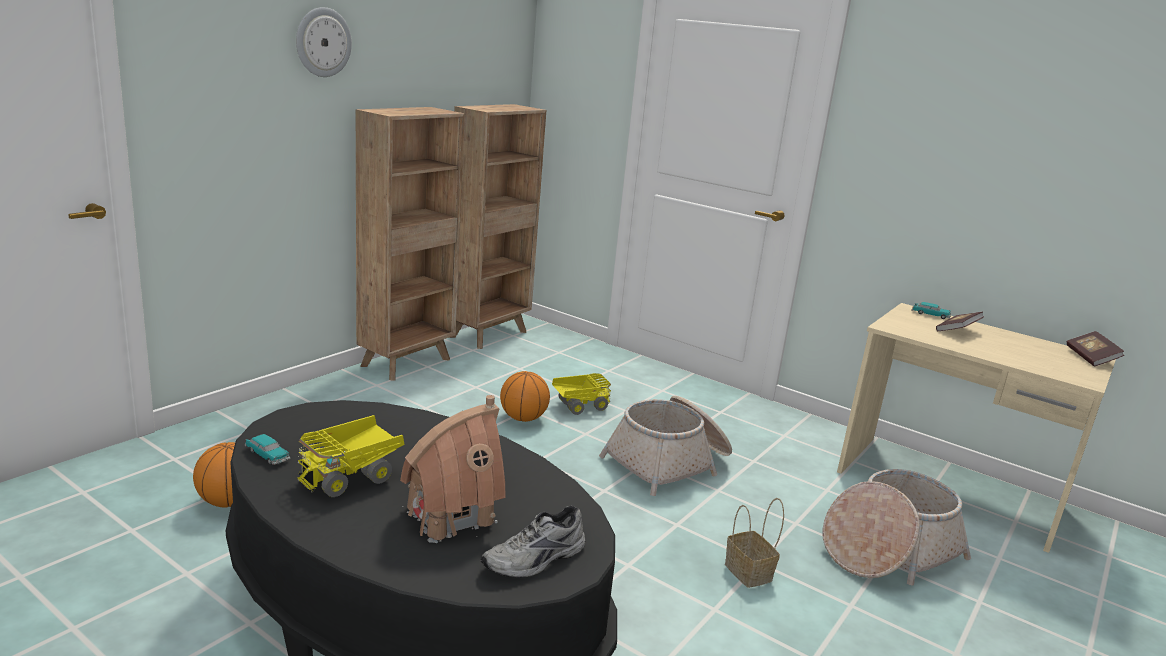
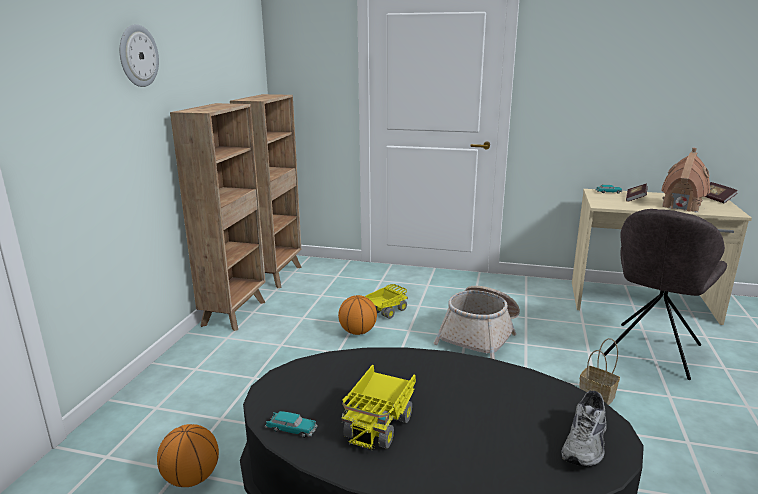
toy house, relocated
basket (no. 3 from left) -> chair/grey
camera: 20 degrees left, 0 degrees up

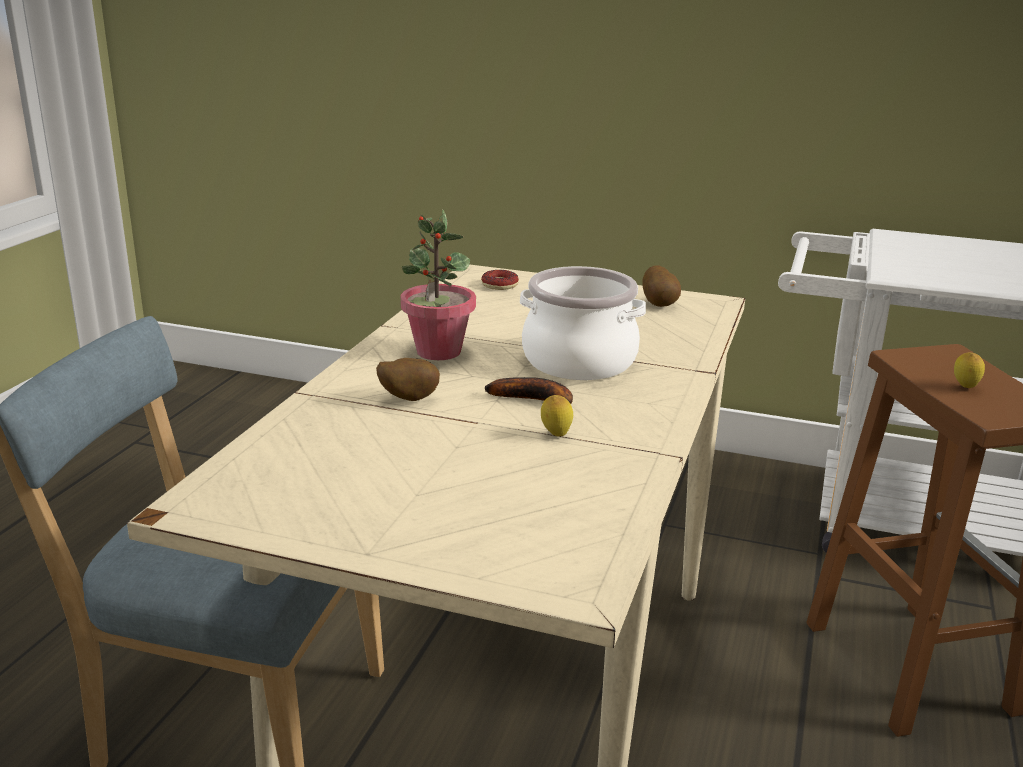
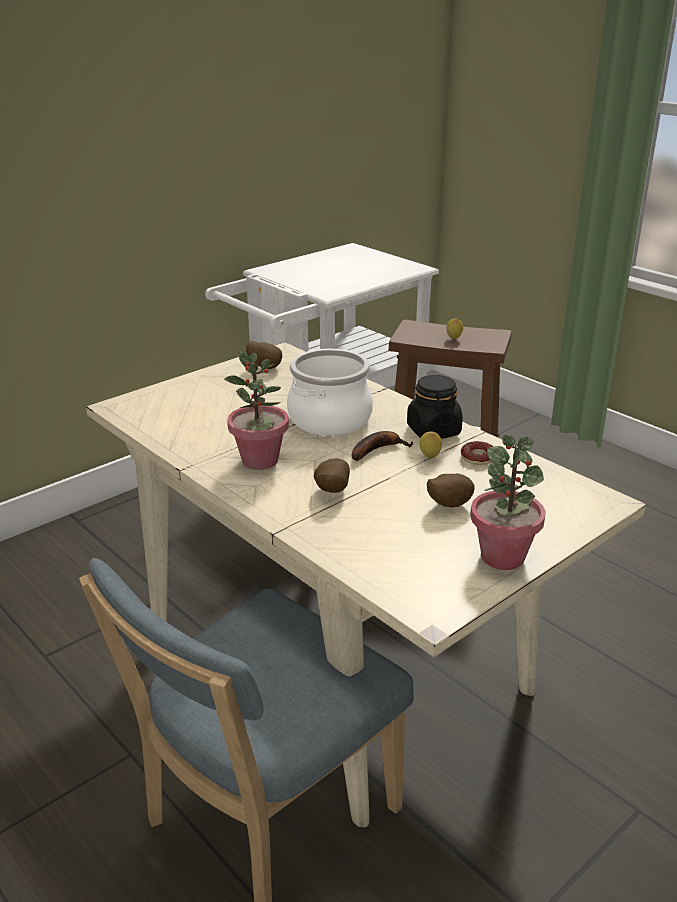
none -> jar/black
none -> potato (no. 3 from left)
none -> potted plant (no. 2 from left)
donut, relocated
camera: 60 degrees left, 5 degrees up

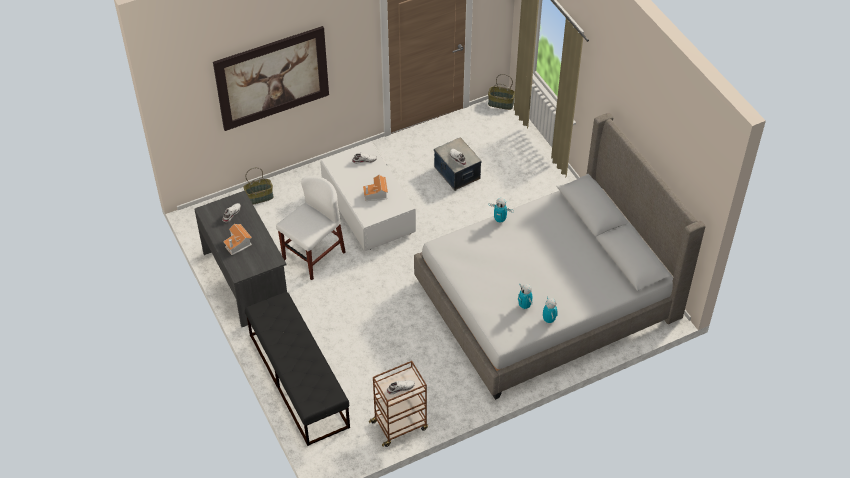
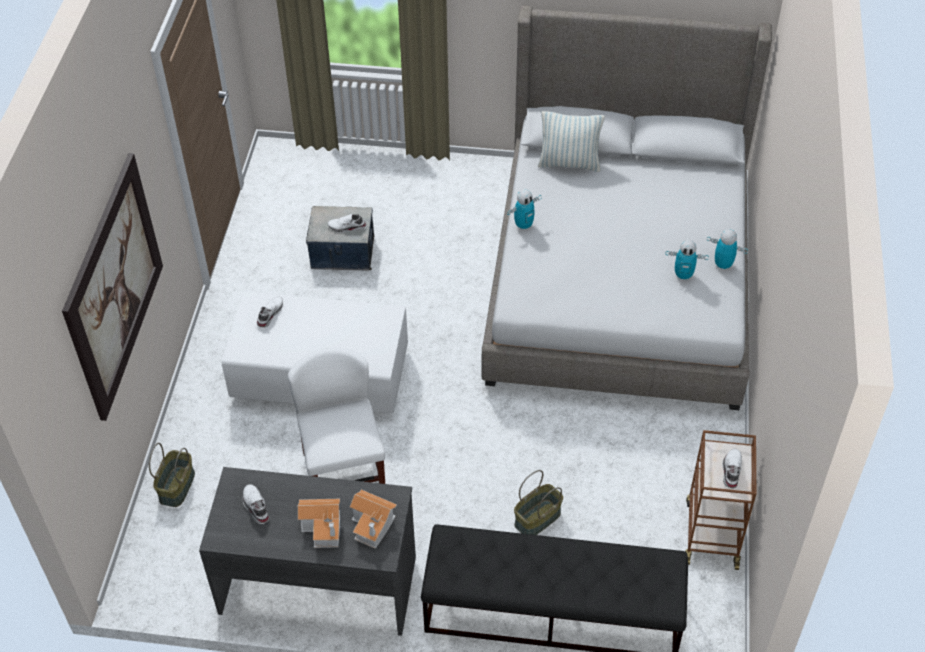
none -> pillow
toy house (no. 2 from left), relocated
basket (no. 2 from left), relocated
camera: 55 degrees left, 0 degrees up

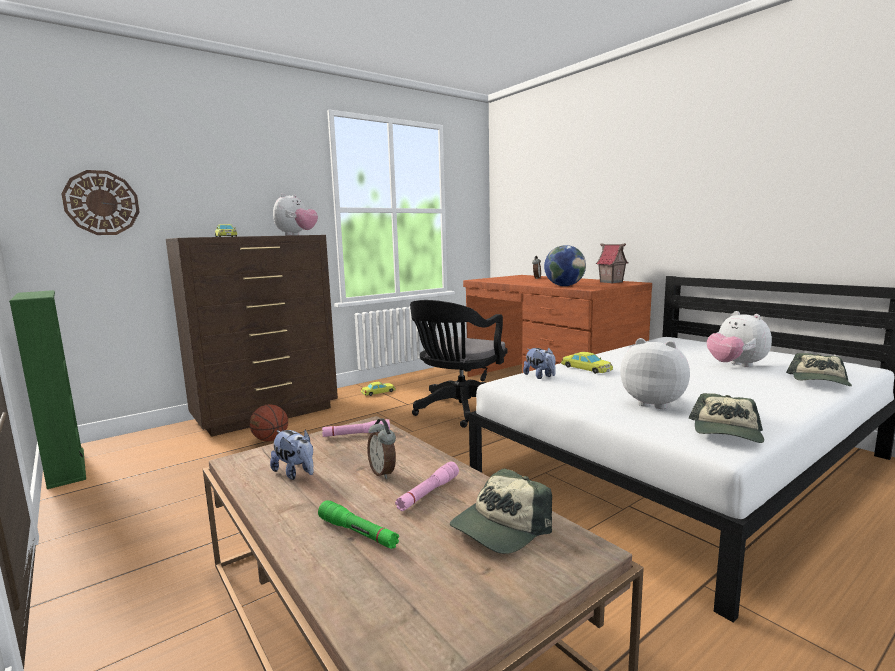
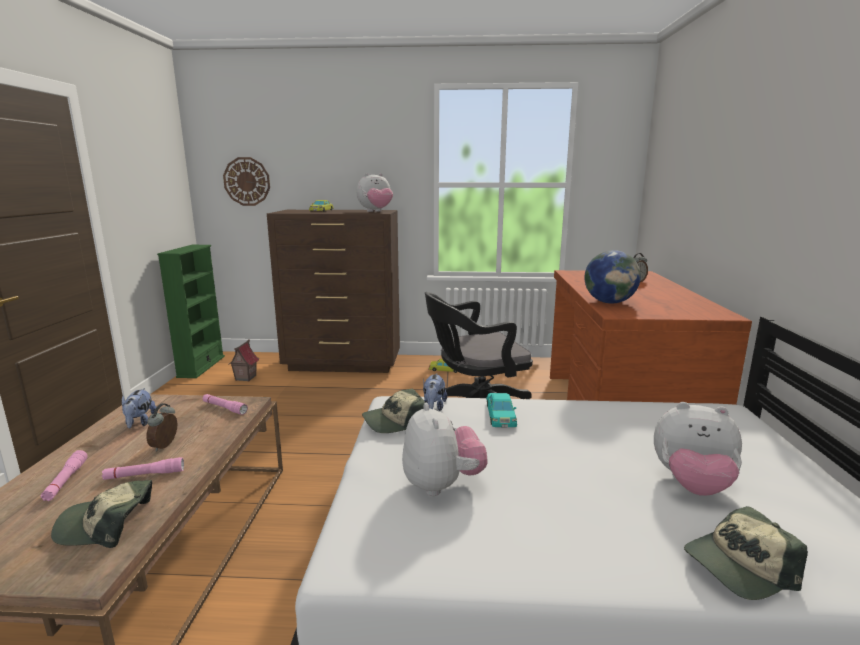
basketball -> none
toy house, relocated
cap (no. 2 from left), relocated
flashlight/green -> flashlight/pink (no. 1 from left)
toy car/yellow (no. 3 from left) -> toy car/turquoise
plush toy (no. 5 from left), 90 degrees counterclockwise
camera: 40 degrees right, 5 degrees up

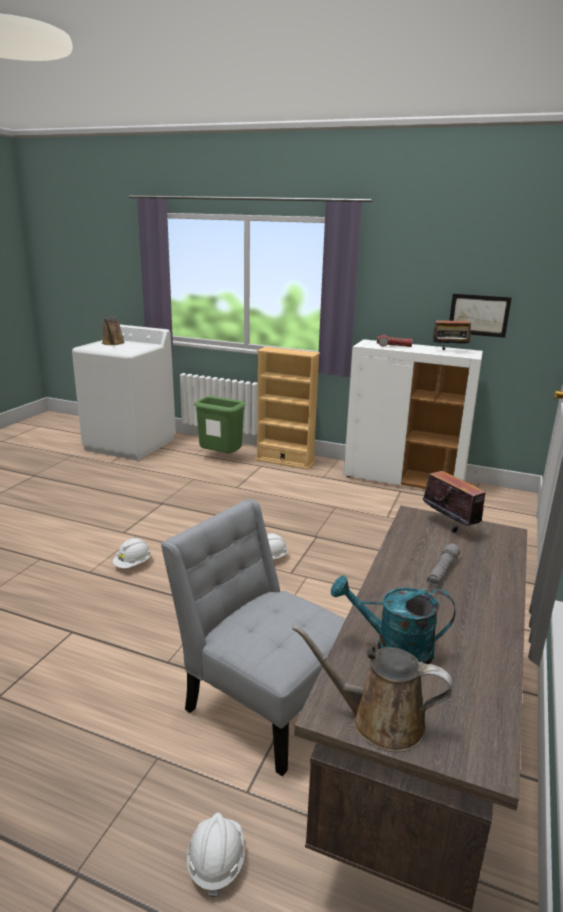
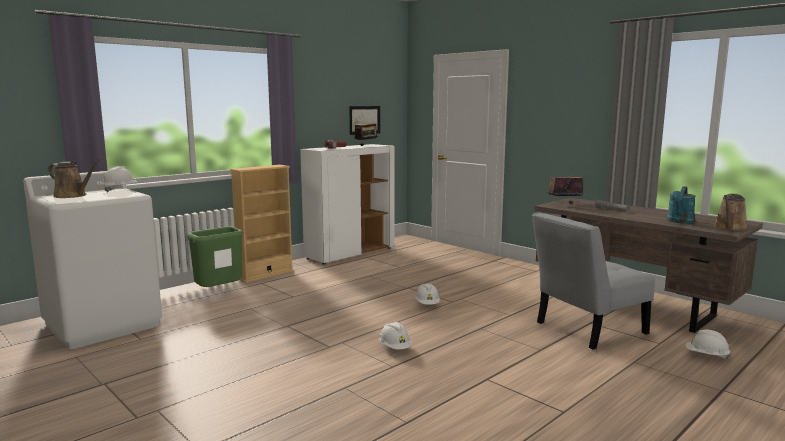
none -> hard hat/white (no. 1 from left)
camera: 65 degrees left, 10 degrees down

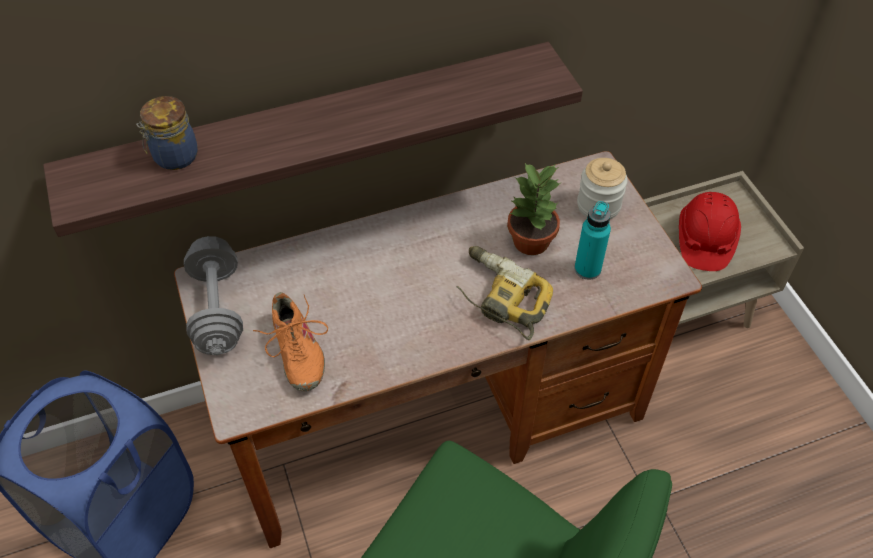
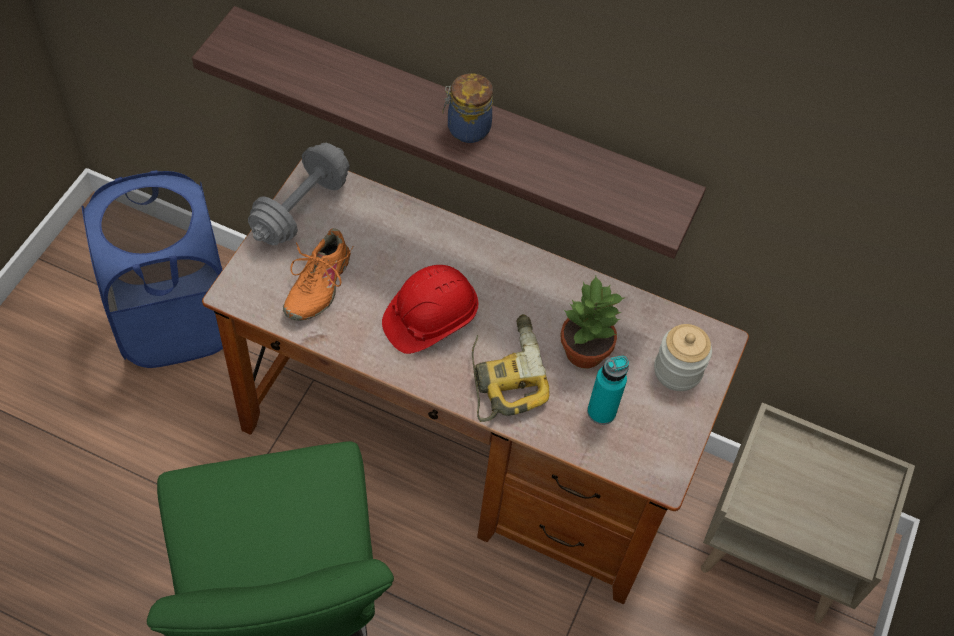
jar (no. 1 from left), relocated
hard hat/red, relocated
camera: 40 degrees right, 5 degrees up

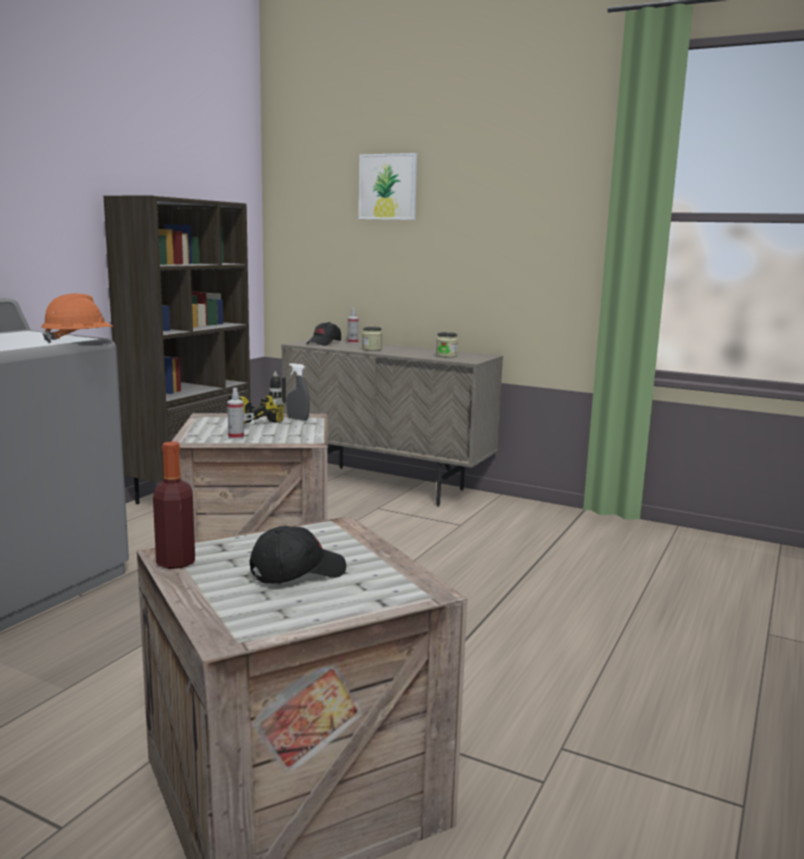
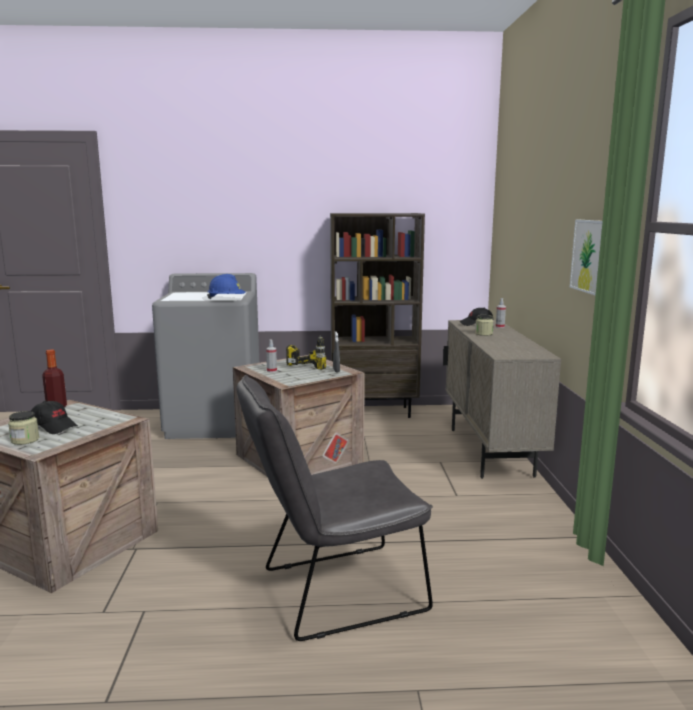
none -> chair/grey
picture, relocated
jar (no. 2 from left in the first image) -> jar (no. 1 from left), relocated
hard hat/orange -> hard hat/blue
camera: 60 degrees right, 0 degrees up

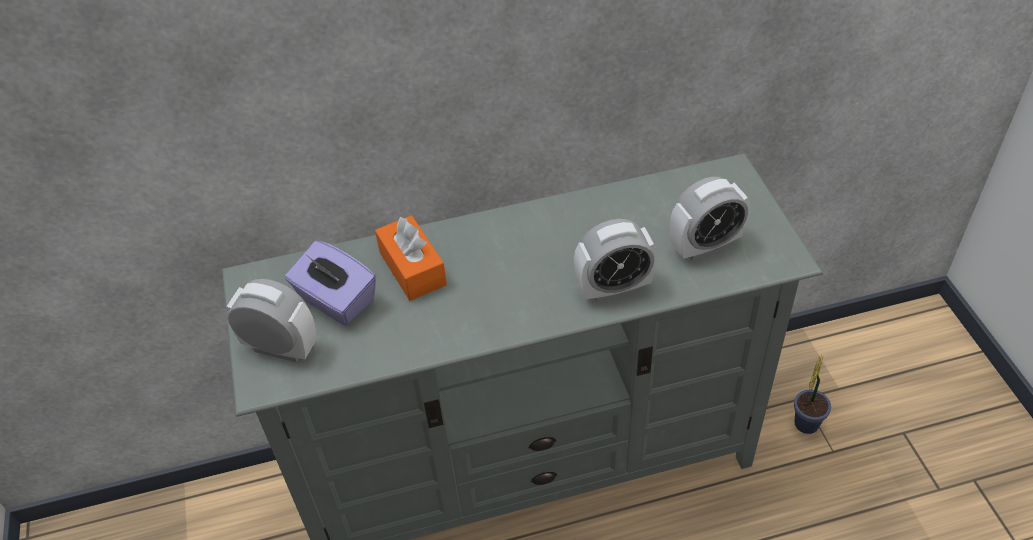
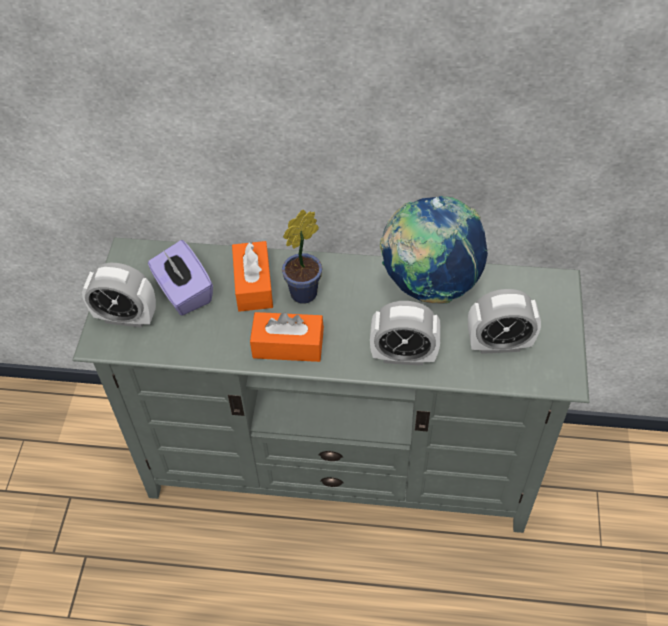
none -> tissue box/orange (no. 2 from left)
none -> globe
potted plant, relocated
alarm clock (no. 1 from left), 150 degrees clockwise
camera: 20 degrees right, 5 degrees up

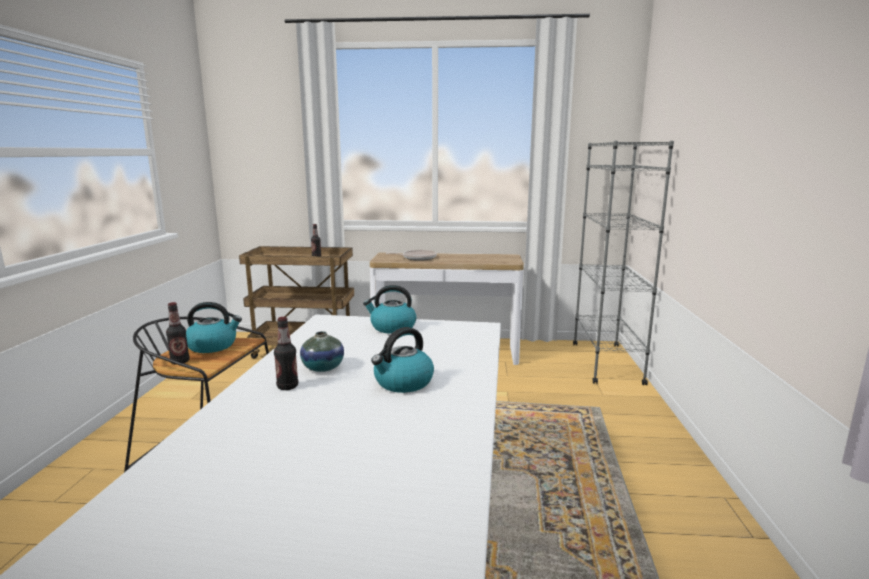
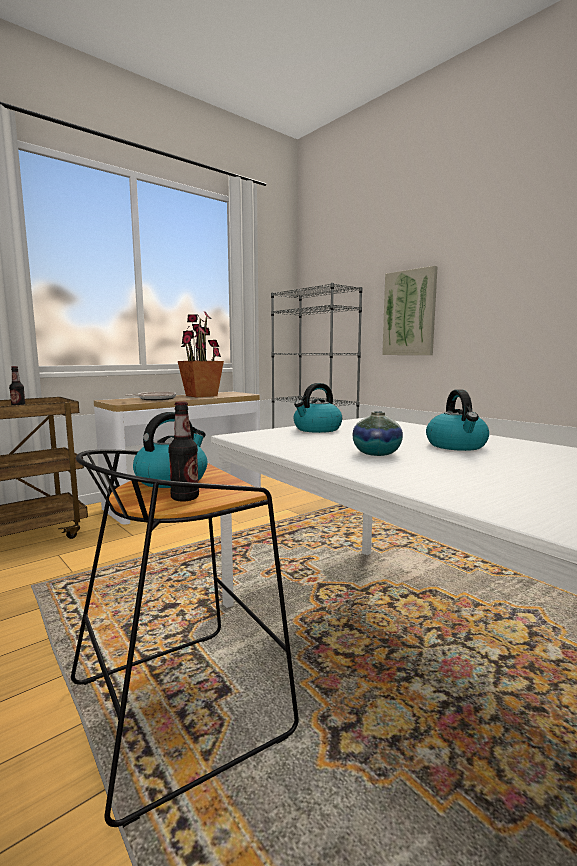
bottle (no. 2 from left) -> none
none -> potted plant
none -> picture
camera: 45 degrees left, 5 degrees down

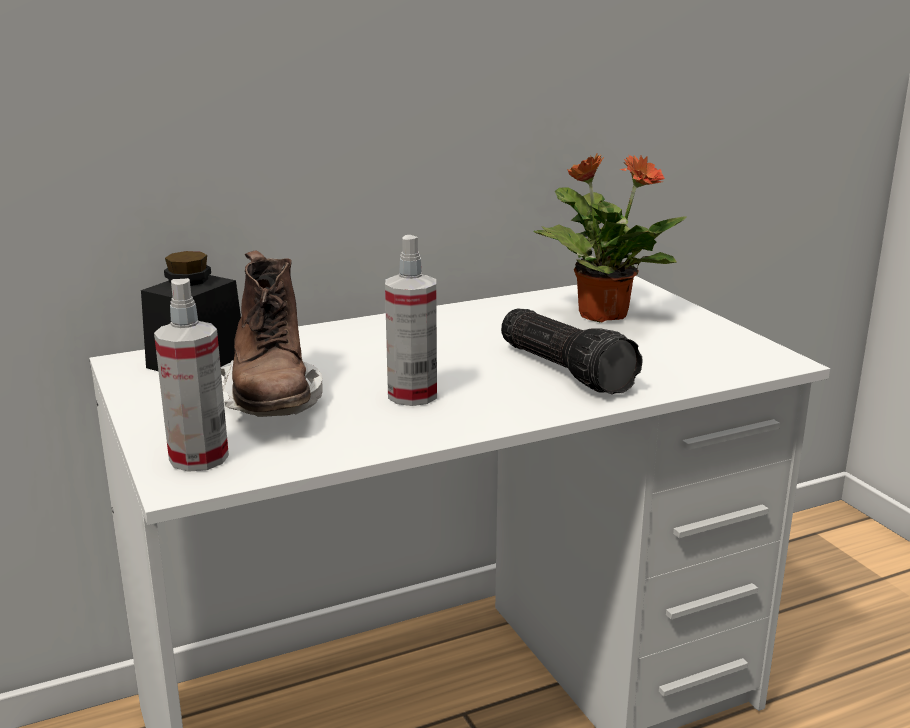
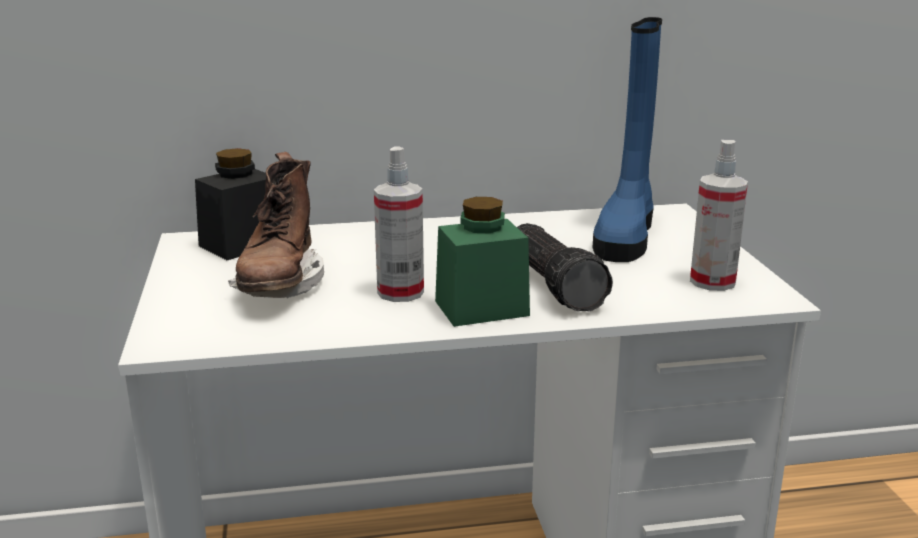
none -> jar/green
spray bottle (no. 1 from left in the first image) -> spray bottle (no. 2 from left), relocated
potted plant -> boot/blue
camera: 15 degrees right, 0 degrees up

